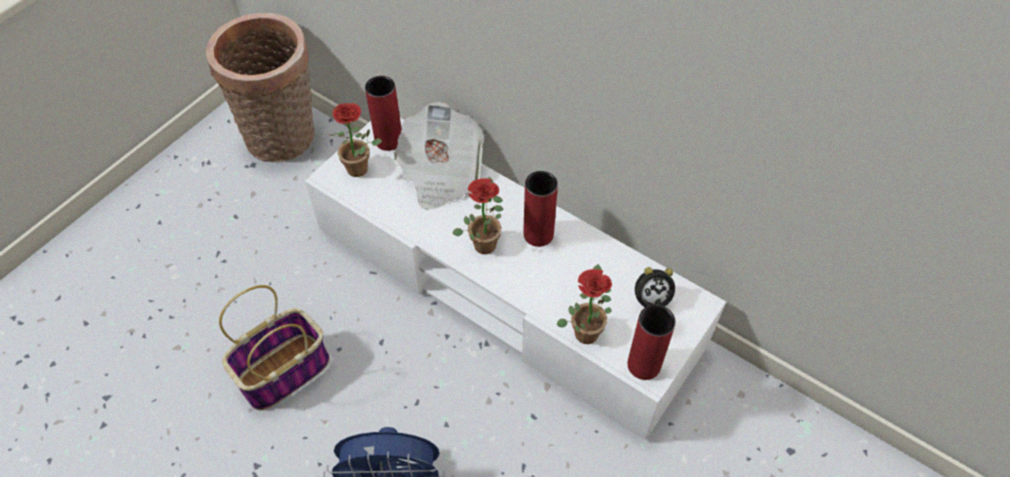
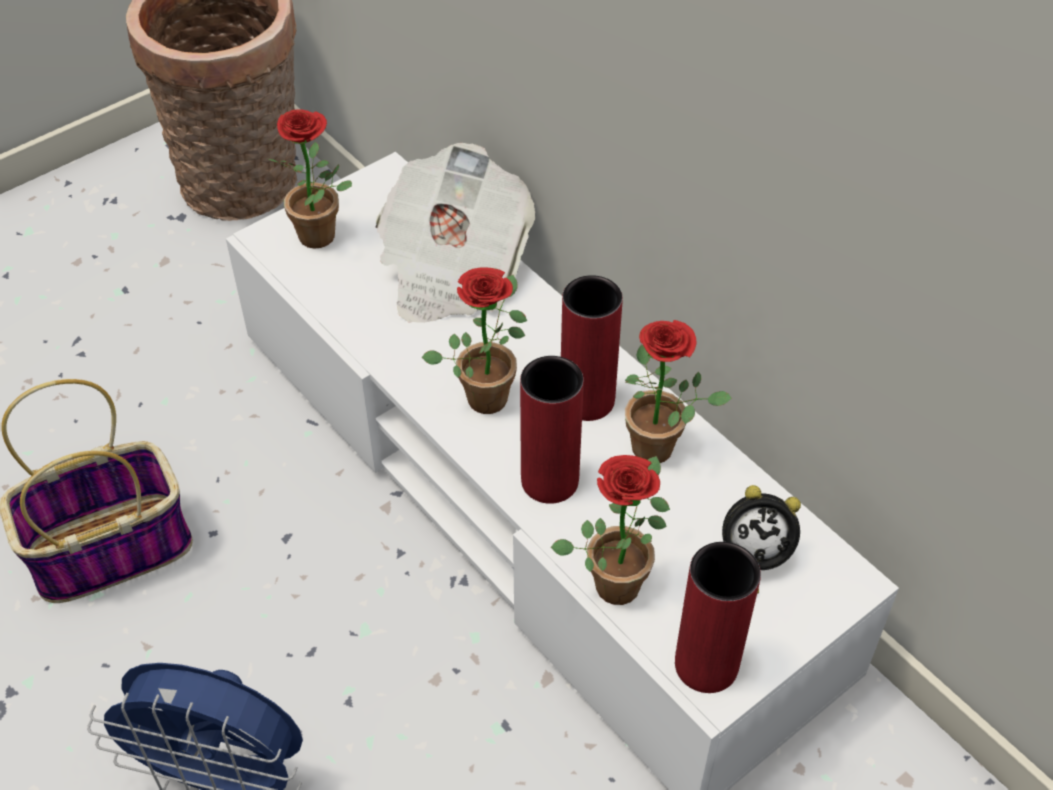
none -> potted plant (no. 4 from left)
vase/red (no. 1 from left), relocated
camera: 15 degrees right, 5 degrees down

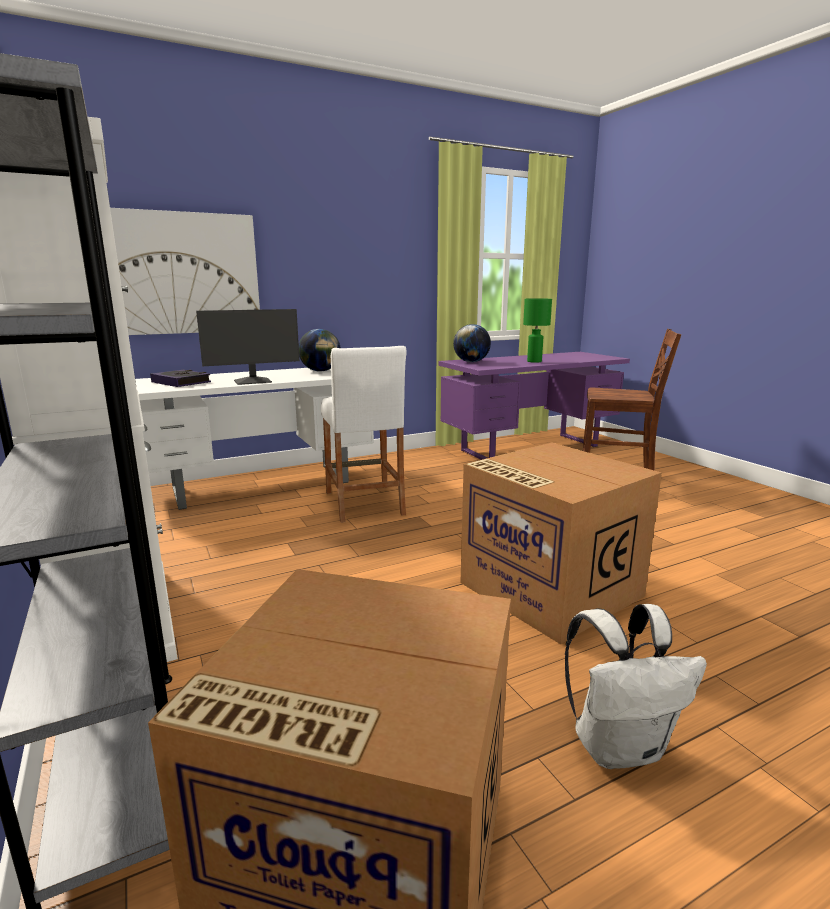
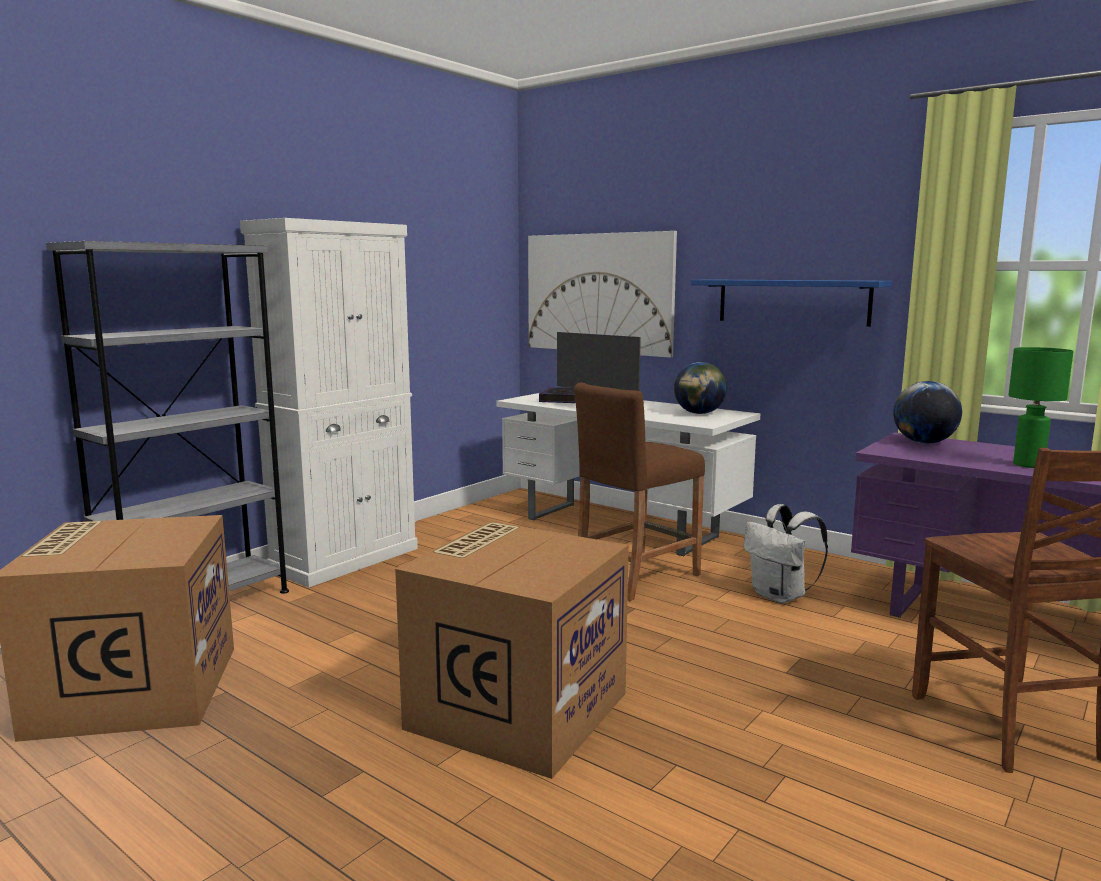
none -> shelf/blue
backpack/white, relocated
stool/white -> stool/brown
camera: 65 degrees right, 5 degrees down

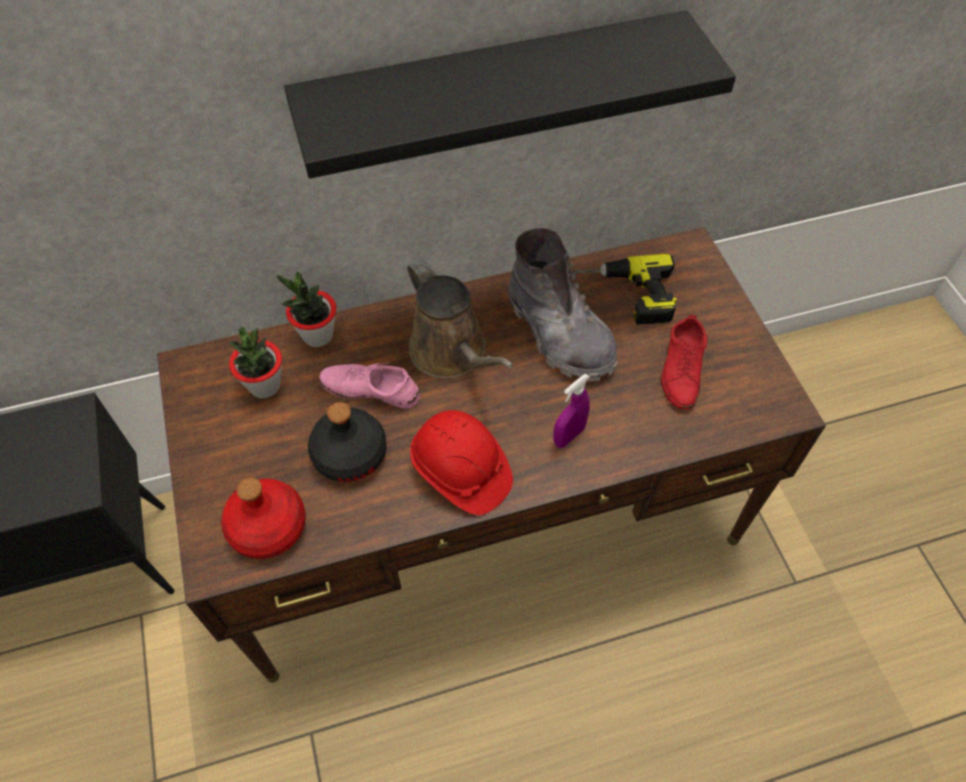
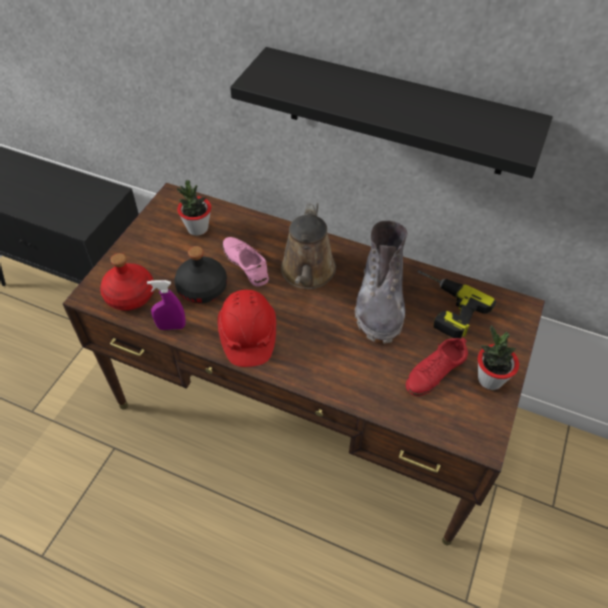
potted plant (no. 2 from left), relocated
spray bottle/purple, relocated
camera: 40 degrees right, 5 degrees down

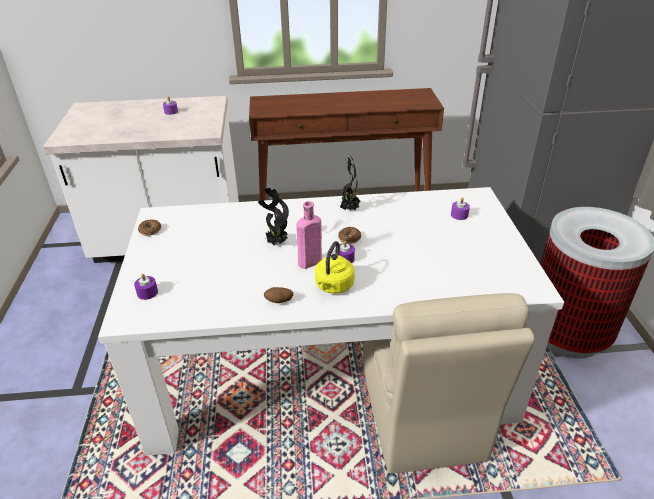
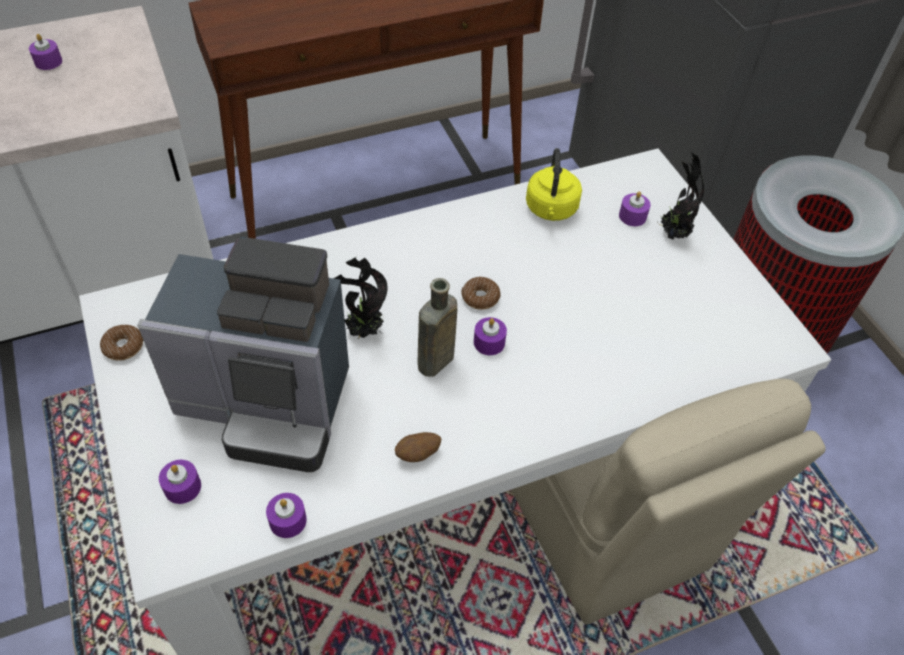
none -> coffee machine
none -> candle/purple (no. 3 from left)
kettle/yellow, relocated
potted plant (no. 2 from left), relocated
bottle/pink -> bottle/brown
camera: 20 degrees left, 15 degrees up

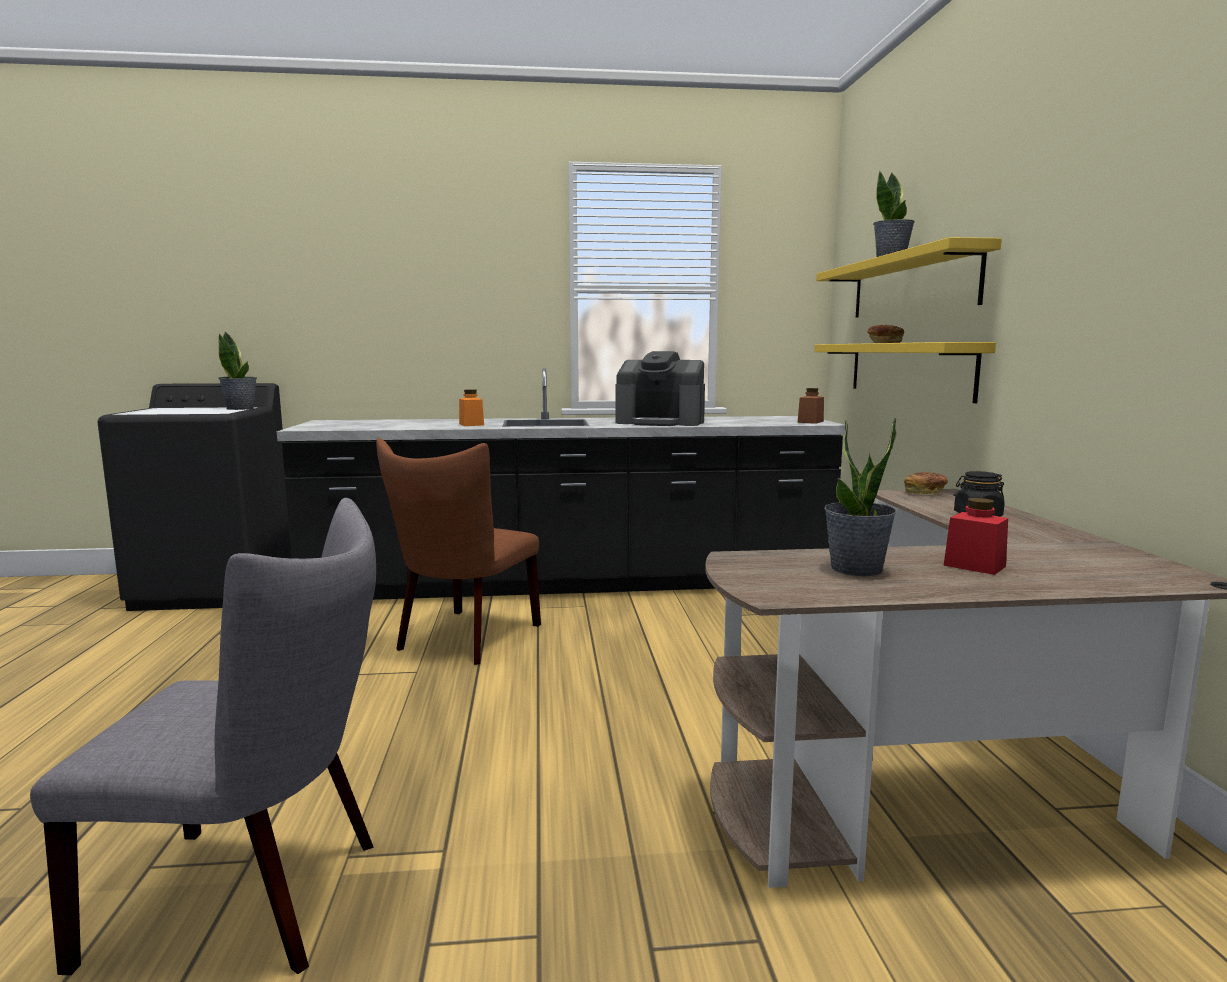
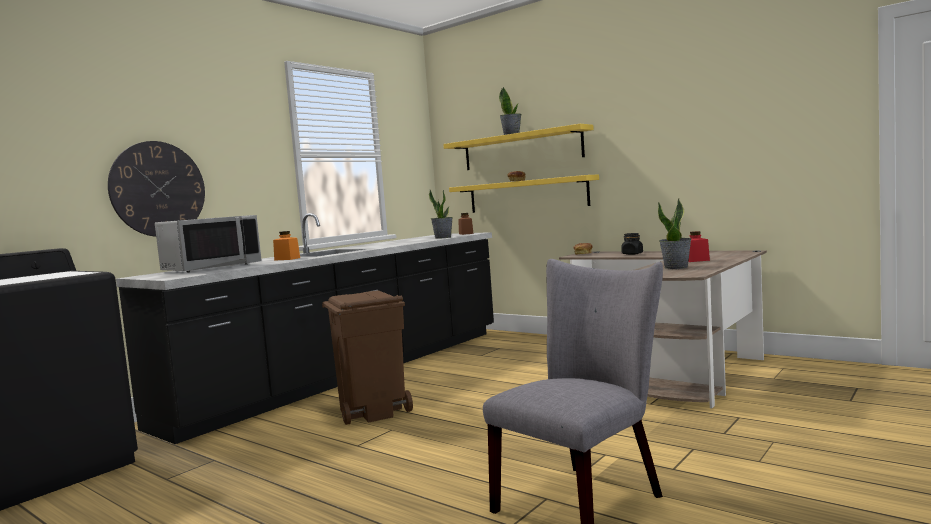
coffee machine -> none
none -> wall clock
none -> microwave/grey
potted plant (no. 1 from left), relocated
chair/brown -> trash can/brown
camera: 45 degrees left, 5 degrees down

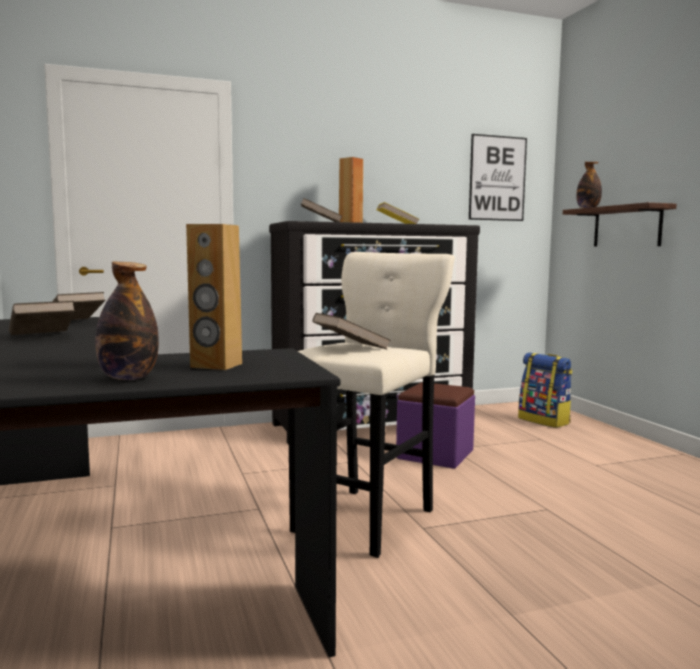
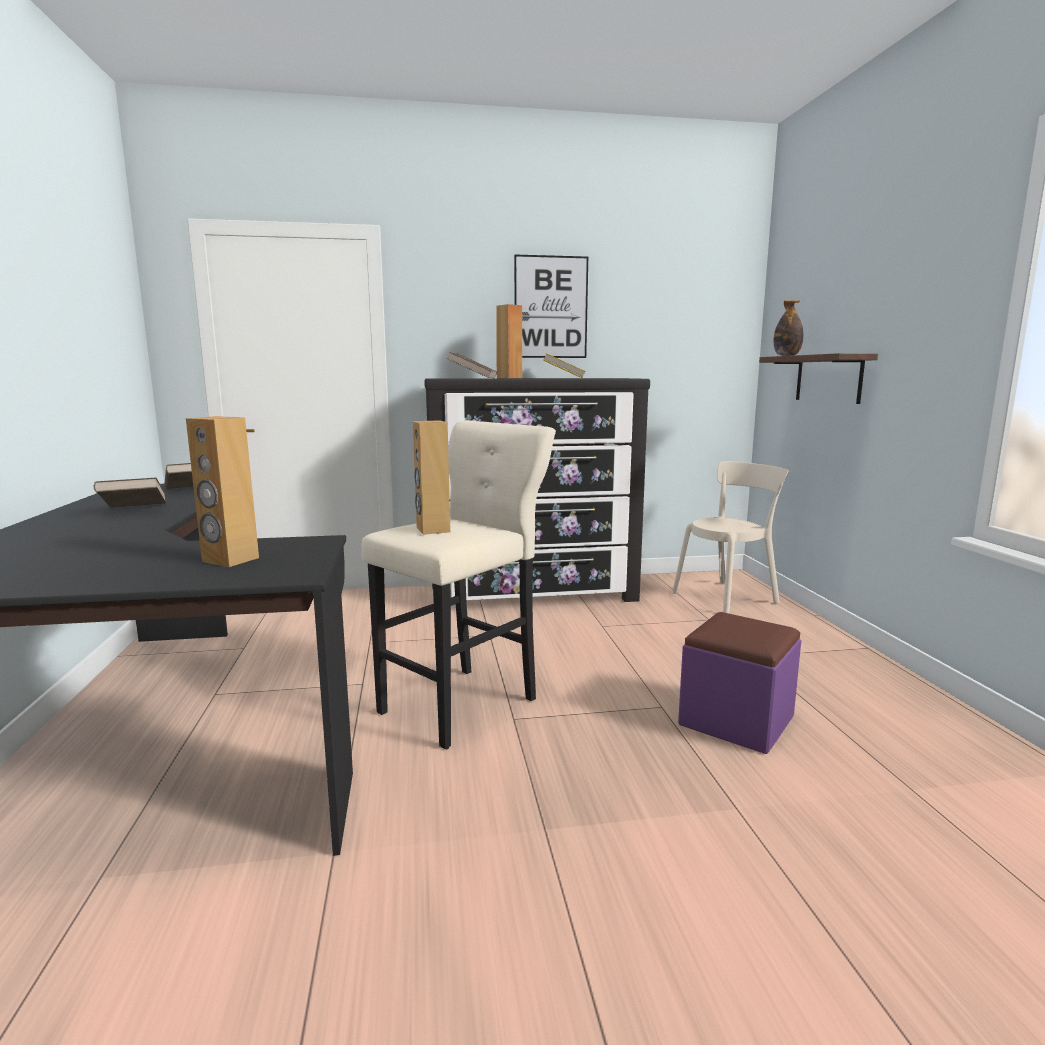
bottle (no. 1 from left) -> none
ottoman/purple, relocated
picture, relocated
book/brown (no. 4 from left) -> speaker/brown (no. 2 from left)
backpack -> chair/beige
camera: 10 degrees right, 5 degrees up

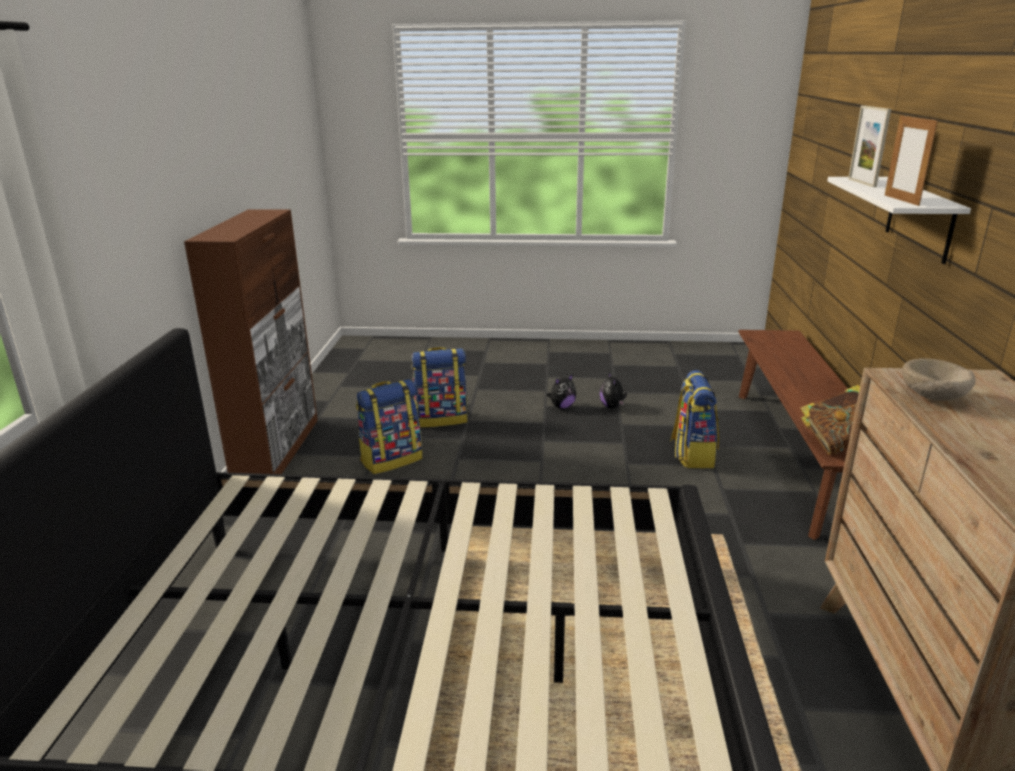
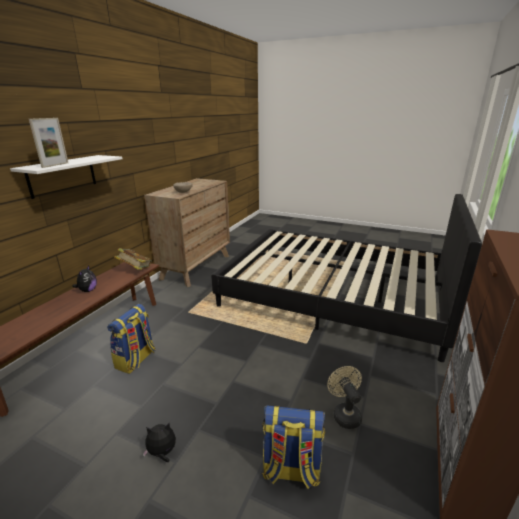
picture frame (no. 2 from left) -> none
plush toy (no. 2 from left in the first image) -> plush toy (no. 1 from left), relocated
backpack (no. 1 from left) -> fan/beige
camera: 160 degrees left, 0 degrees up

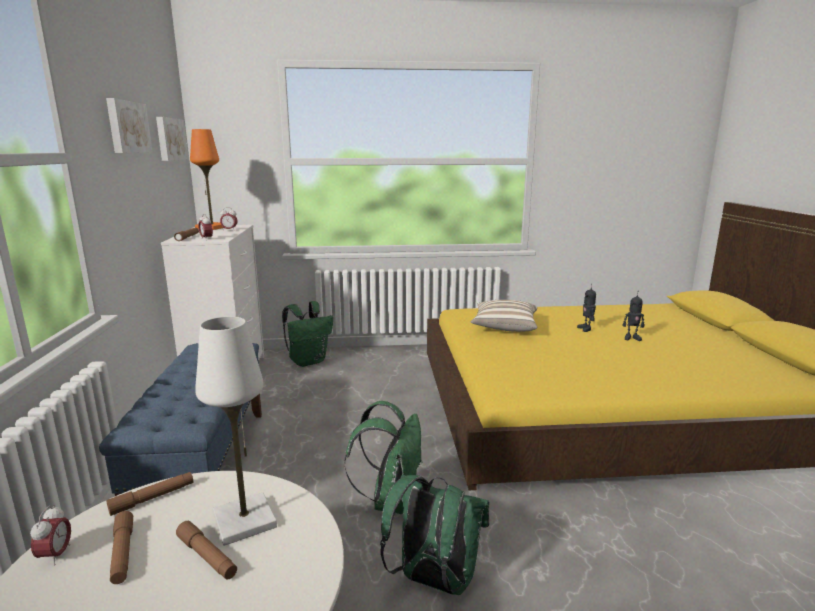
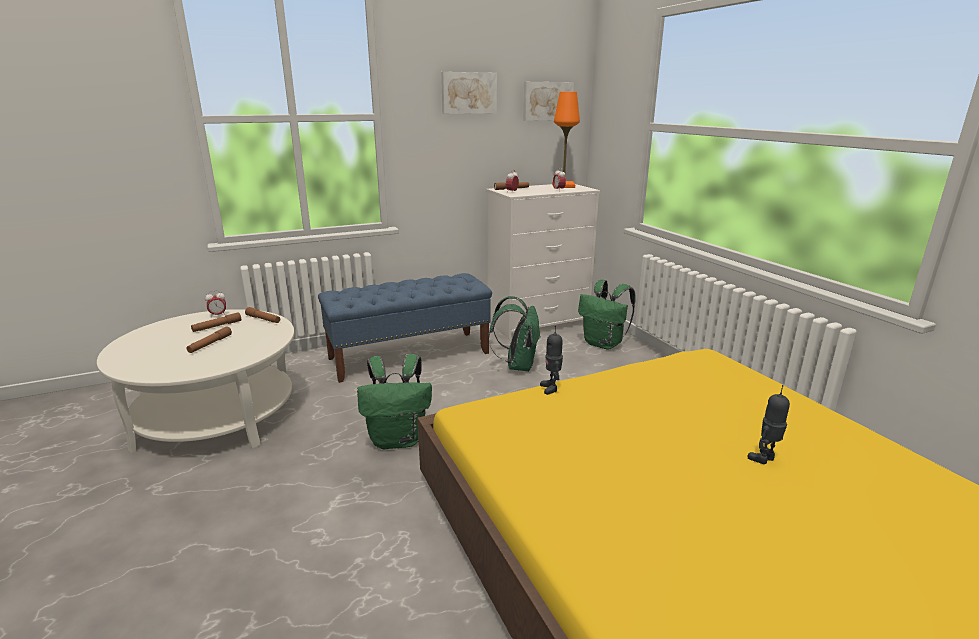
table lamp/white -> none
pillow -> none
backpack/green (no. 3 from left in the first image) -> backpack/green (no. 2 from left), relocated
toy robot (no. 2 from left in the first image) -> toy robot (no. 1 from left), relocated
camera: 70 degrees right, 5 degrees up

